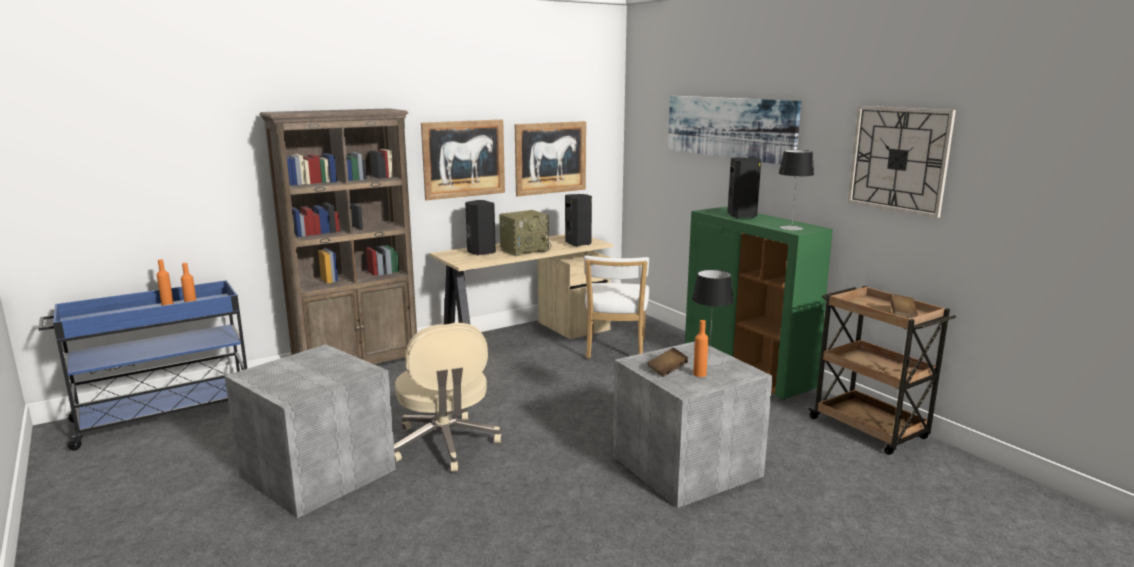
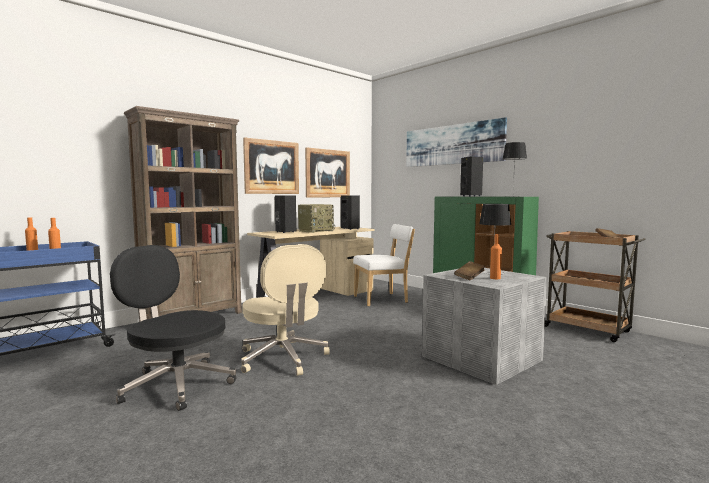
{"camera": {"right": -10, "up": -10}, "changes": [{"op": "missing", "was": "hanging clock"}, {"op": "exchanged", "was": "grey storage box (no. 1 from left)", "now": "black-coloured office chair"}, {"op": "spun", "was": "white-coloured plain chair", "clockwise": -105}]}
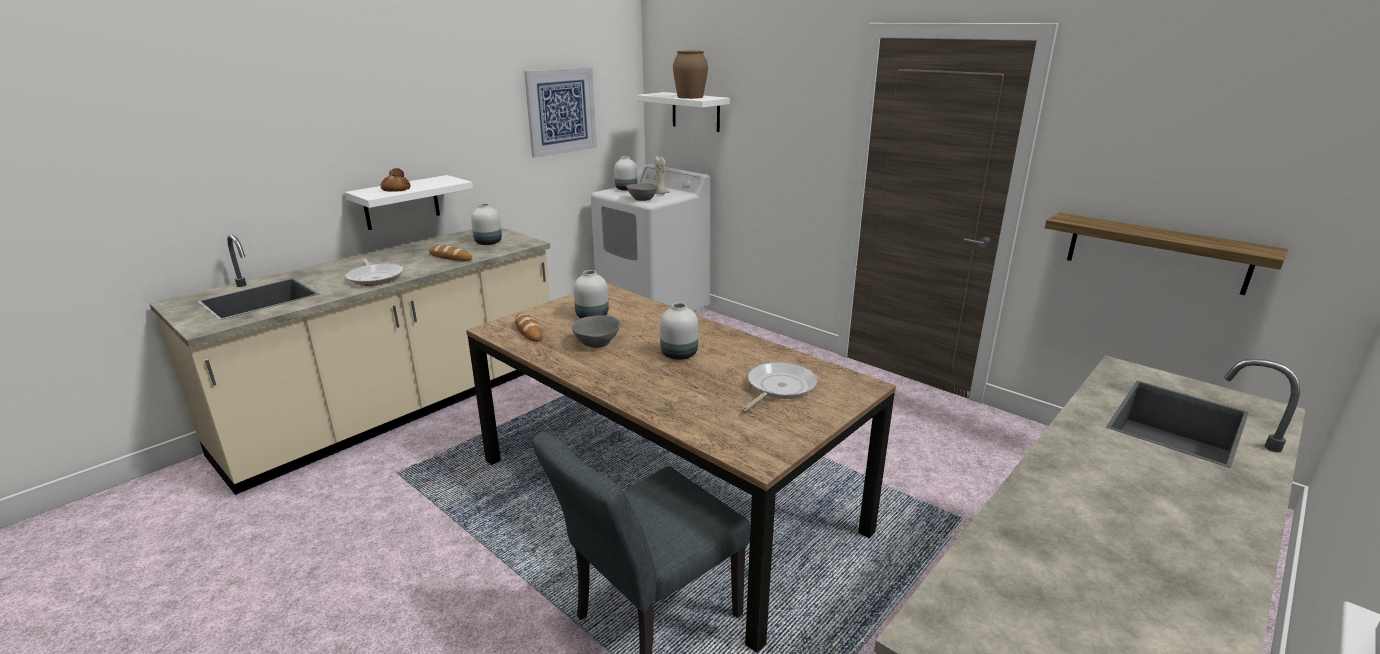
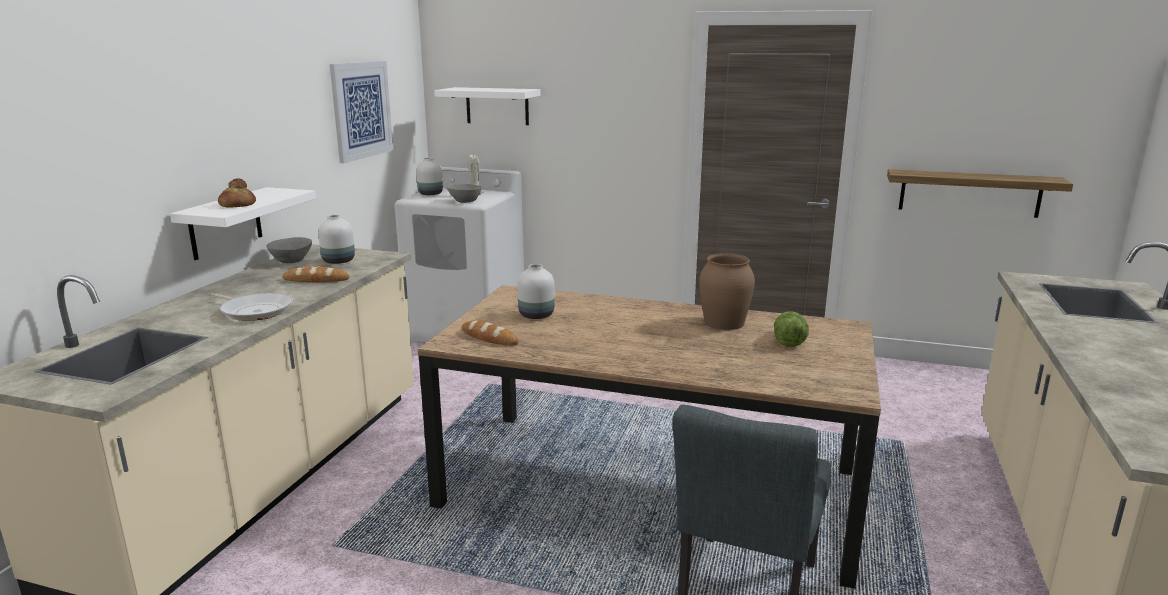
{"camera": {"right": -25, "up": -5}, "changes": [{"op": "missing", "was": "white-coloured vase (no. 4 from left)"}, {"op": "relocated", "was": "grey deep dish (no. 1 from left)"}, {"op": "relocated", "was": "brown vase"}, {"op": "exchanged", "was": "pan (no. 2 from left)", "now": "lettuce"}]}
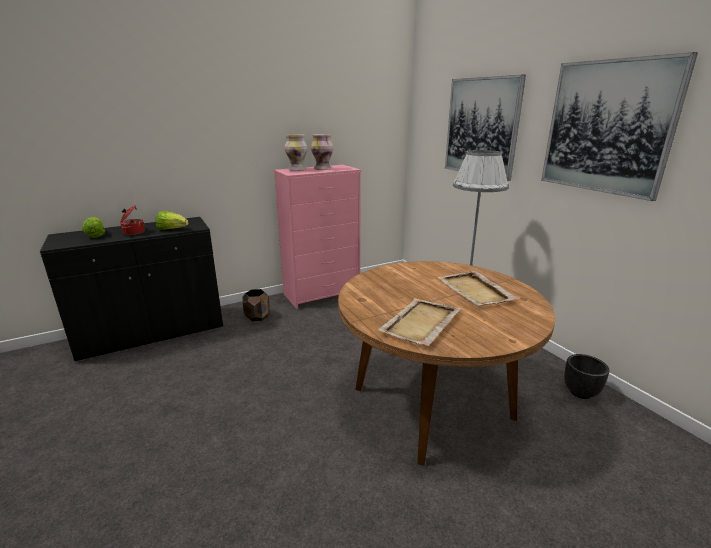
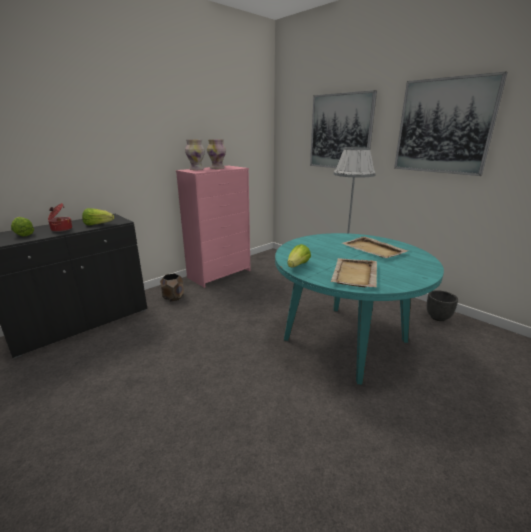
{"camera": {"right": -15, "up": 0}, "changes": [{"op": "appeared", "now": "lettuce (no. 3 from left)"}, {"op": "colour", "was": "brown dinner table", "now": "blue-green dinner table"}]}
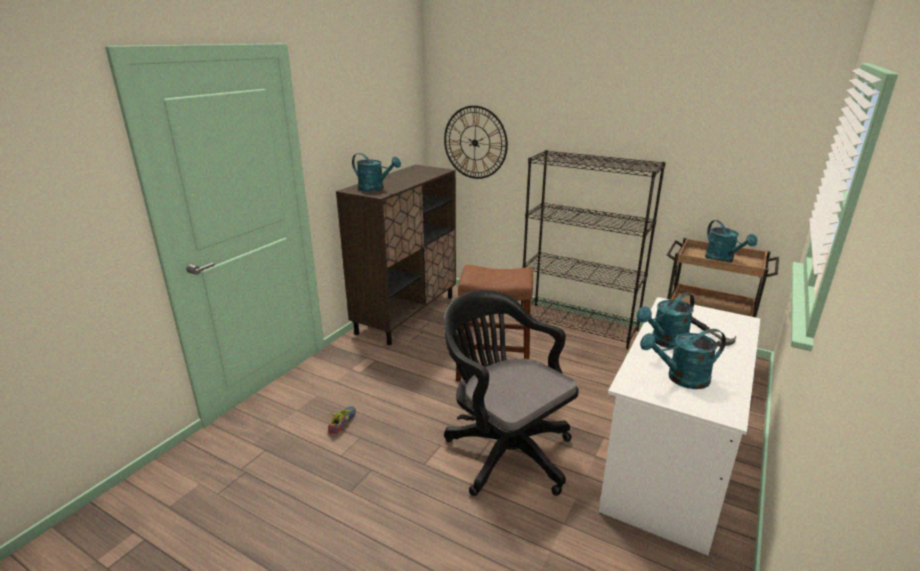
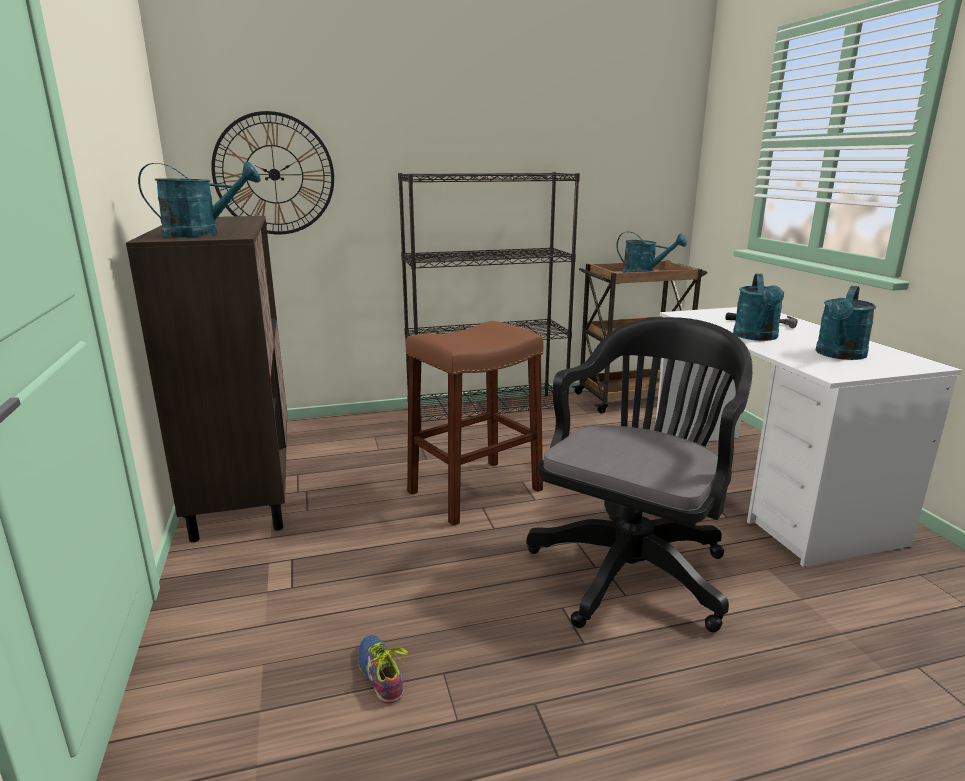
{"camera": {"right": -45, "up": -5}, "changes": [{"op": "spun", "was": "black-coloured office chair", "clockwise": 120}]}
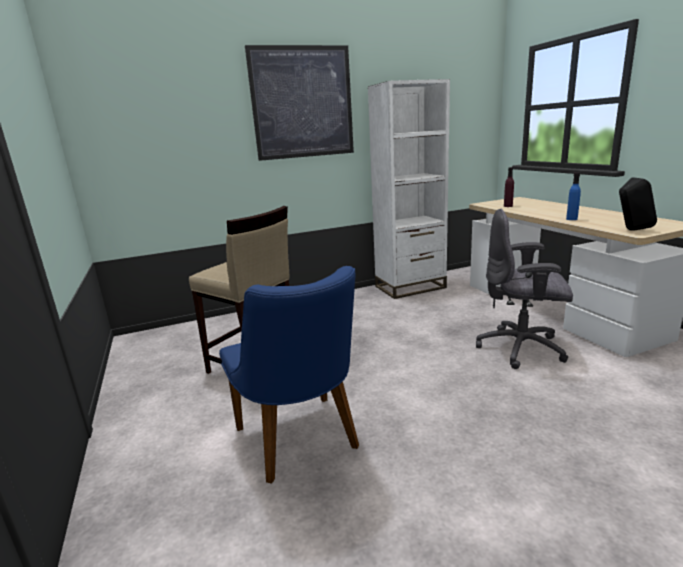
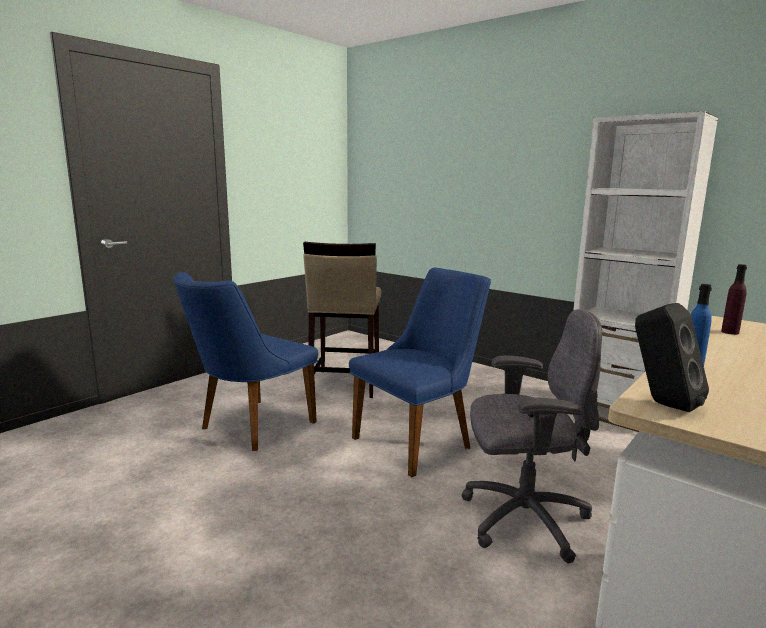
{"camera": {"right": 60, "up": -5}, "changes": [{"op": "missing", "was": "wall art"}, {"op": "appeared", "now": "bluish plain chair (no. 2 from left)"}, {"op": "spun", "was": "grey office chair", "clockwise": 105}]}
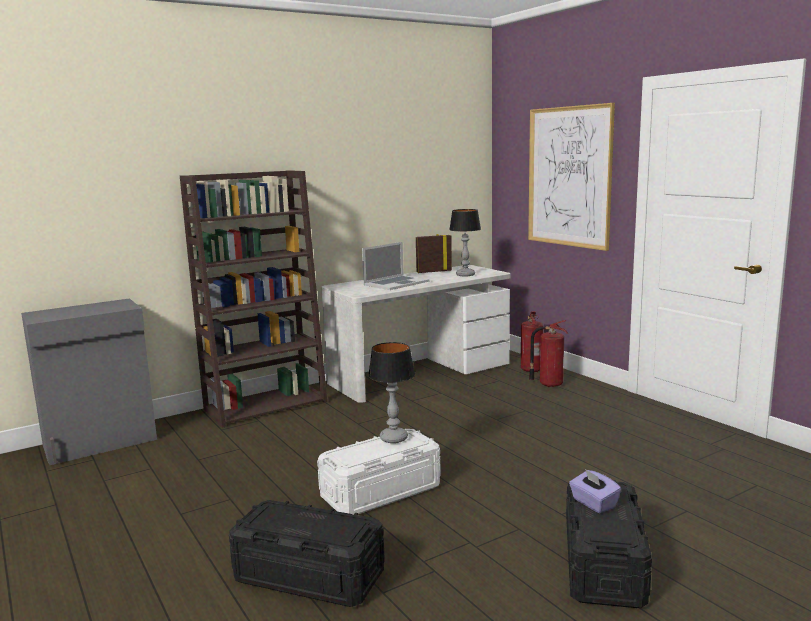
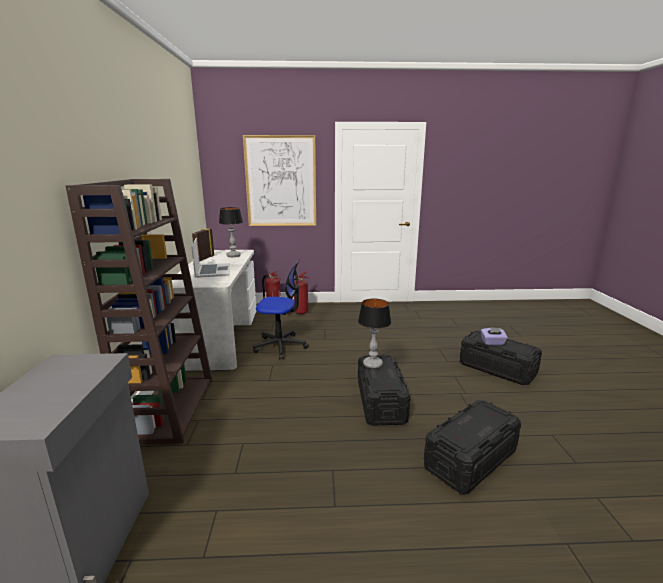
{"camera": {"right": -60, "up": 5}, "changes": [{"op": "appeared", "now": "office chair"}, {"op": "colour", "was": "white-coloured storage box", "now": "black-coloured storage box (no. 1 from left)"}]}
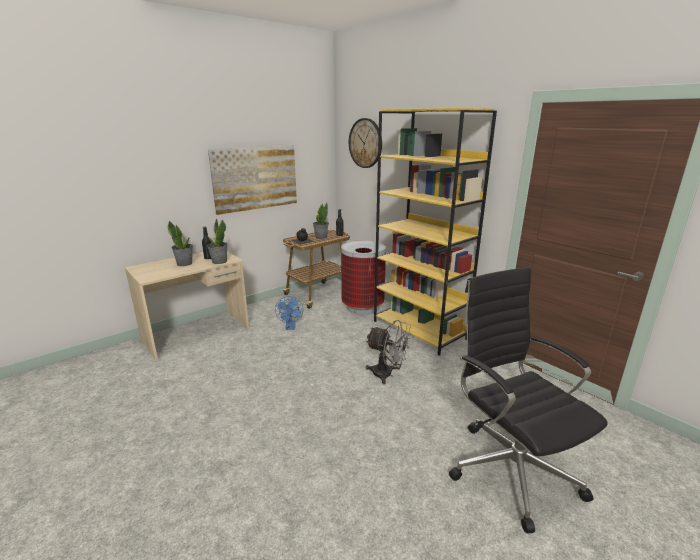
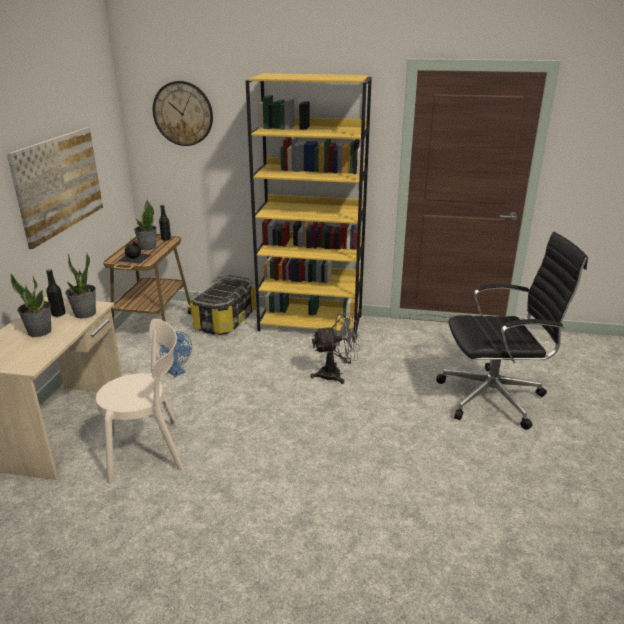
{"camera": {"right": -40, "up": 5}, "changes": [{"op": "appeared", "now": "sand-coloured plain chair"}, {"op": "exchanged", "was": "waste bin", "now": "storage box"}, {"op": "spun", "was": "black-coloured office chair", "clockwise": 150}]}
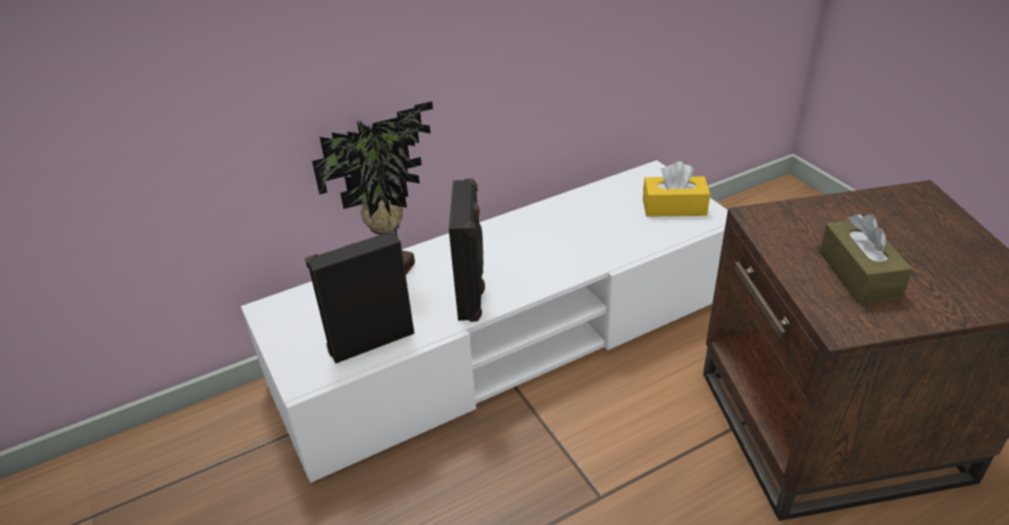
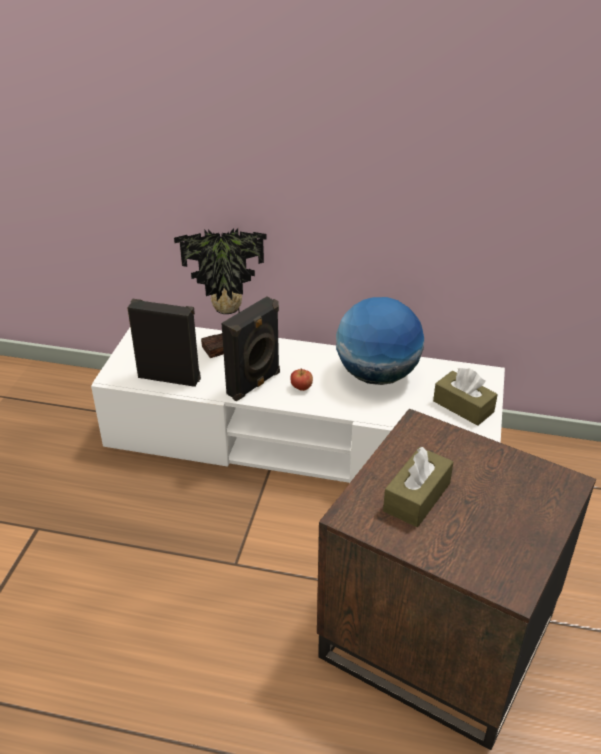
{"camera": {"right": 40, "up": 0}, "changes": [{"op": "appeared", "now": "whole apple"}, {"op": "appeared", "now": "globe"}, {"op": "colour", "was": "yellow-coloured tissue holder", "now": "brown tissue holder (no. 2 from left)"}]}
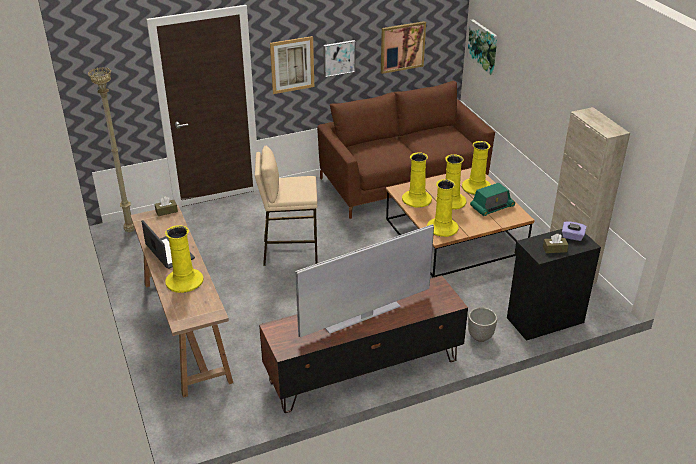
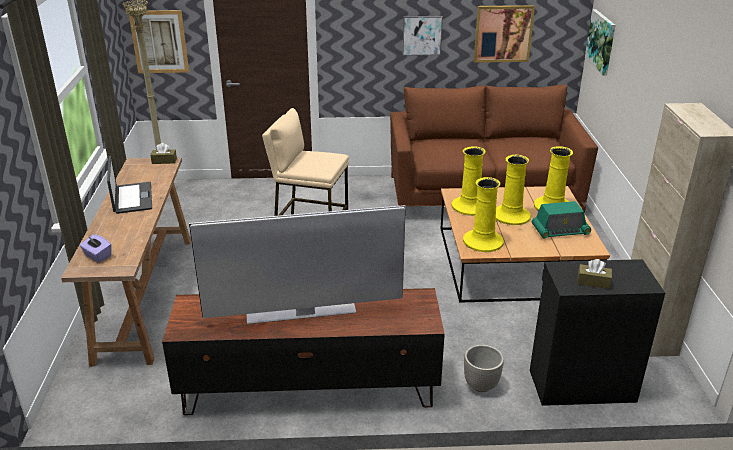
{"camera": {"right": 20, "up": -5}, "changes": [{"op": "missing", "was": "yellow-coloured vase (no. 1 from left)"}, {"op": "relocated", "was": "wall art (no. 1 from left)"}, {"op": "relocated", "was": "purplish tissue holder"}]}
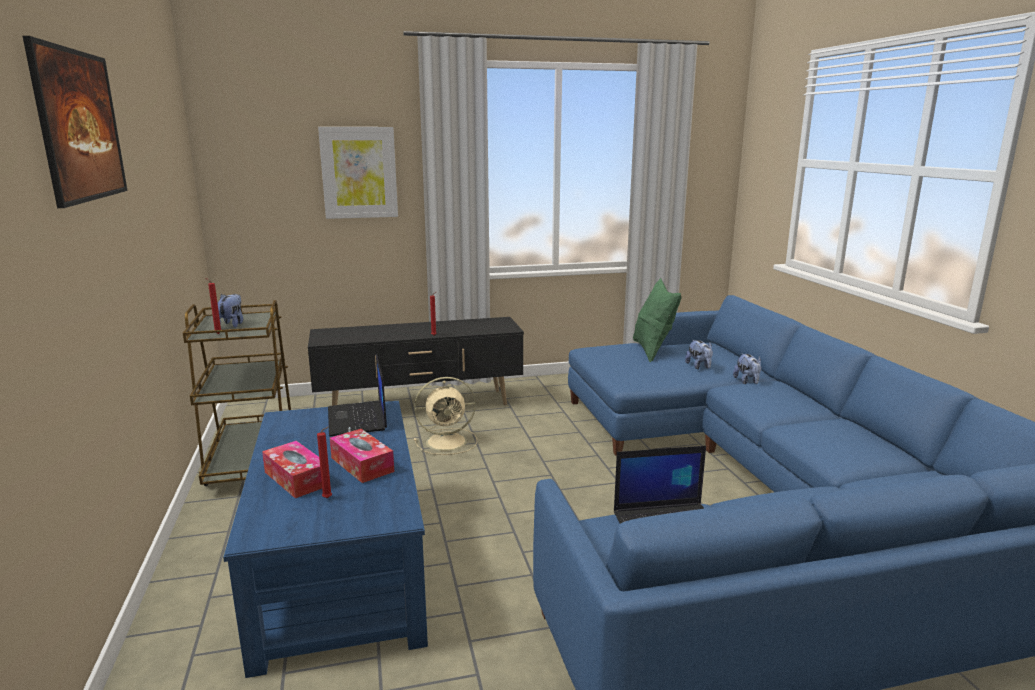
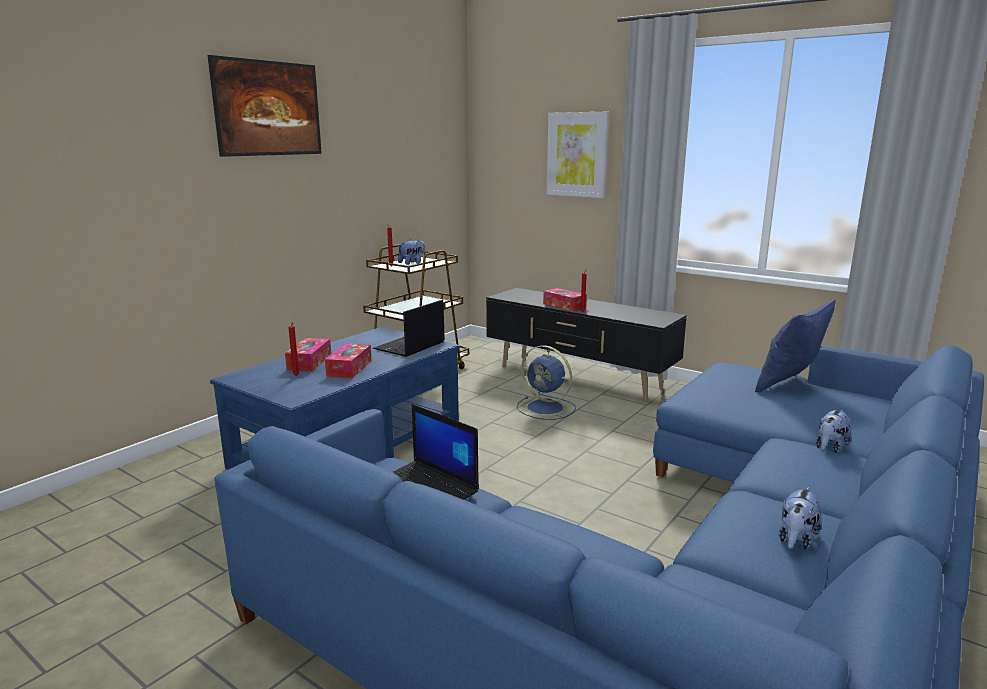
{"camera": {"right": 50, "up": 0}, "changes": [{"op": "appeared", "now": "tissue holder (no. 3 from left)"}, {"op": "relocated", "was": "soft toy (no. 2 from left)"}, {"op": "colour", "was": "sand-coloured cooling fan", "now": "bluish cooling fan"}, {"op": "colour", "was": "greenish throw pillow", "now": "bluish throw pillow"}]}
